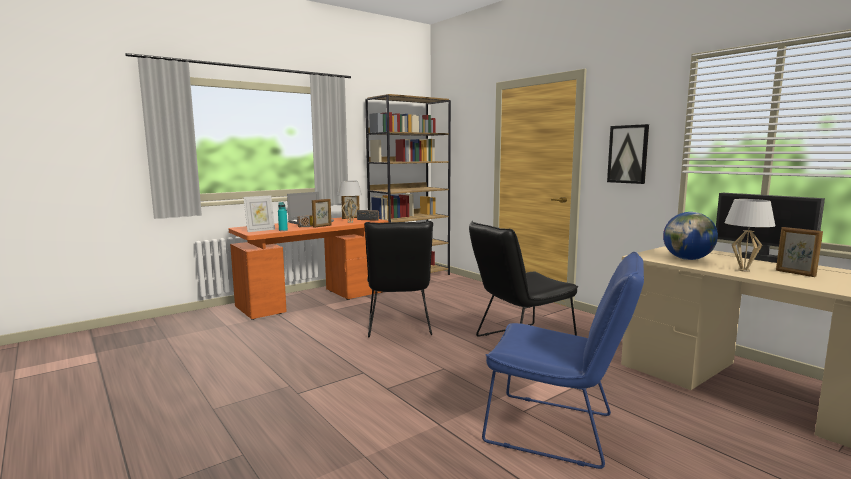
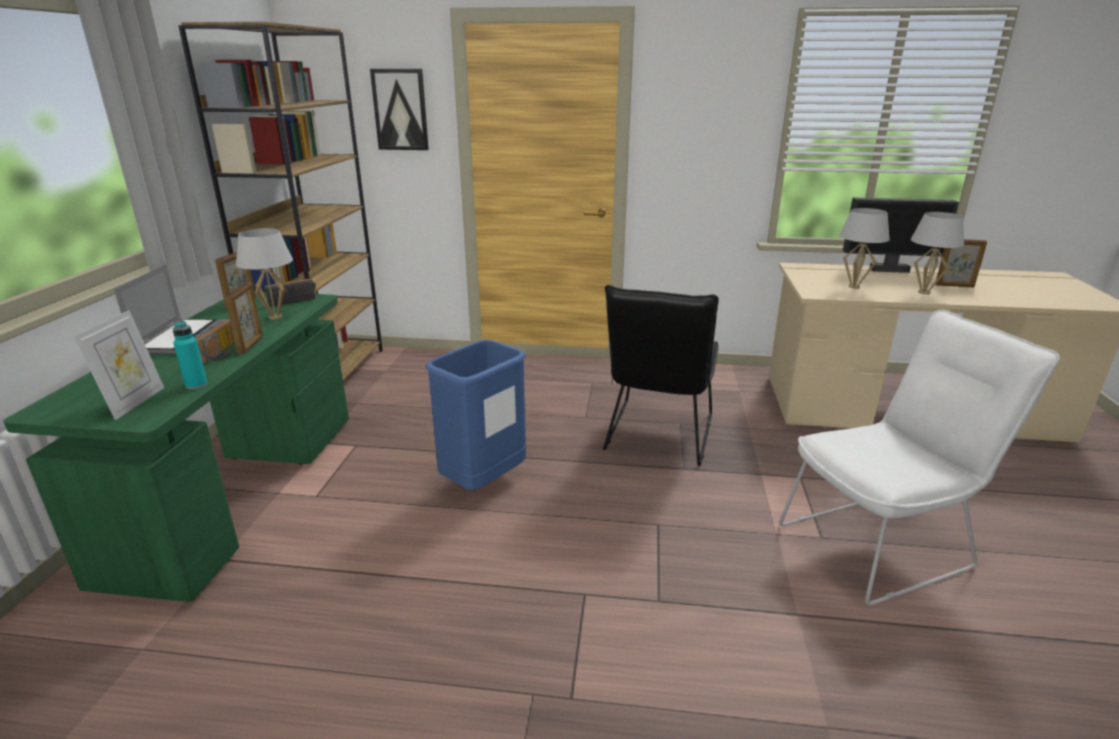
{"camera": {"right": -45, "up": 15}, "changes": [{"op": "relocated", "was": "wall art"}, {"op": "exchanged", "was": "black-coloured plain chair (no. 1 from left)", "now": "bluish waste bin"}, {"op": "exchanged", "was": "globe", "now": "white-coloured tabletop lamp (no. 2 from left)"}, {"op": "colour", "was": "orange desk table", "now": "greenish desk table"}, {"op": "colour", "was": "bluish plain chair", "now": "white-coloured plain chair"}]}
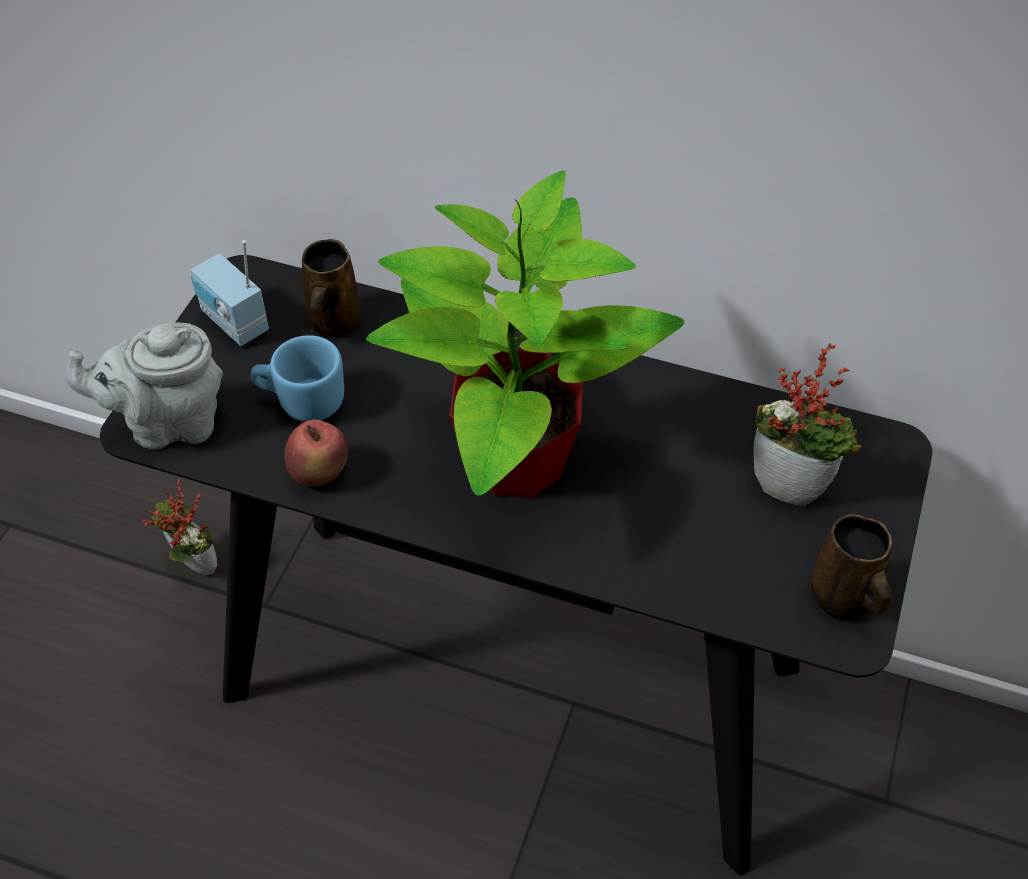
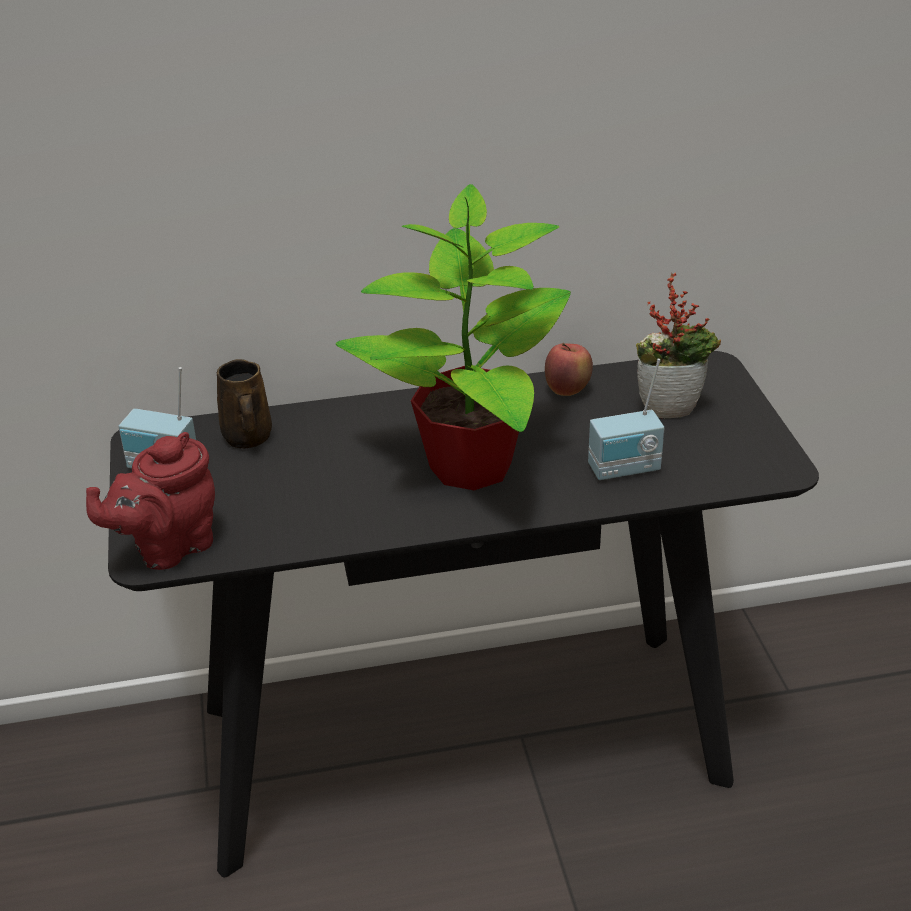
{"camera": {"right": -30, "up": -15}, "changes": [{"op": "missing", "was": "houseplant (no. 1 from left)"}, {"op": "missing", "was": "bluish mug"}, {"op": "missing", "was": "brown mug (no. 2 from left)"}, {"op": "appeared", "now": "radio set (no. 2 from left)"}, {"op": "relocated", "was": "whole apple"}, {"op": "colour", "was": "grey pot for tea", "now": "red pot for tea"}]}
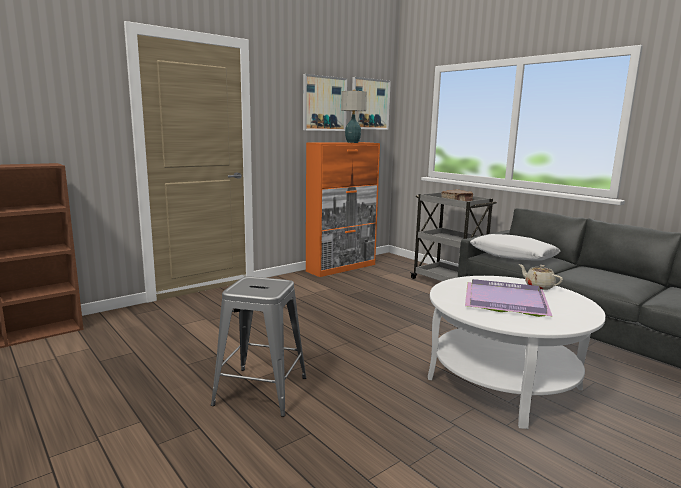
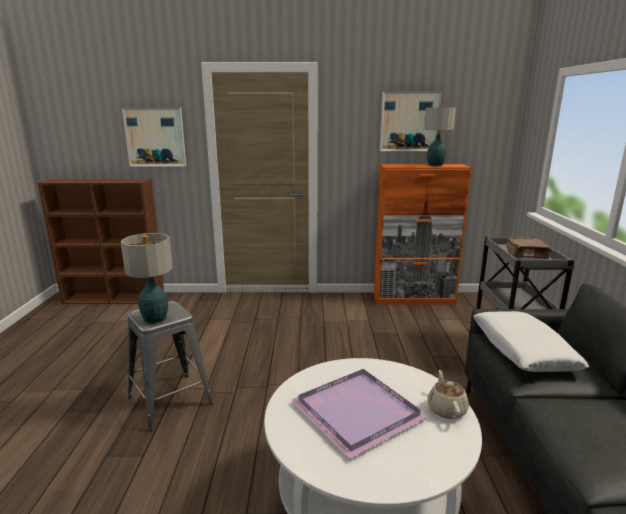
{"camera": {"right": 40, "up": 5}, "changes": [{"op": "appeared", "now": "tabletop lamp (no. 1 from left)"}, {"op": "relocated", "was": "wall art (no. 2 from left in the first image)", "now": "wall art (no. 1 from left)"}]}
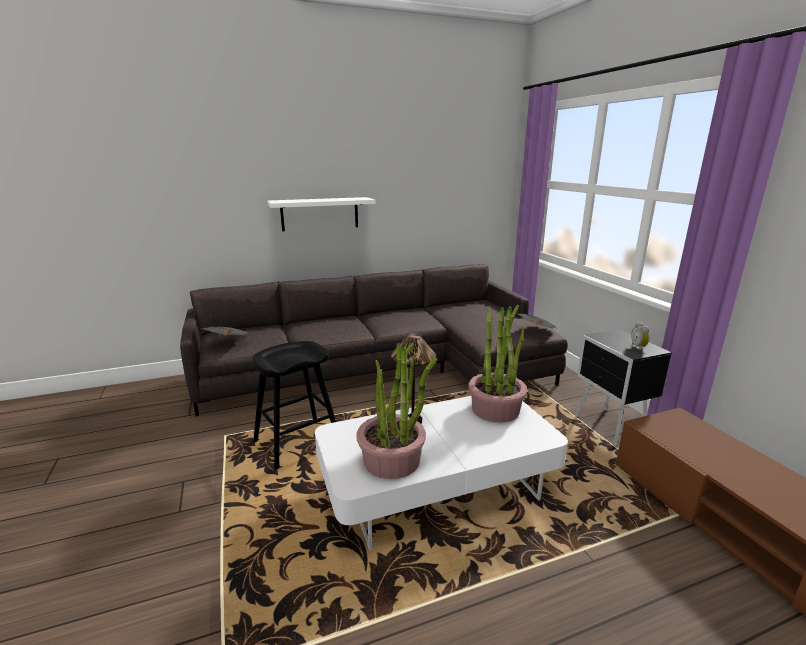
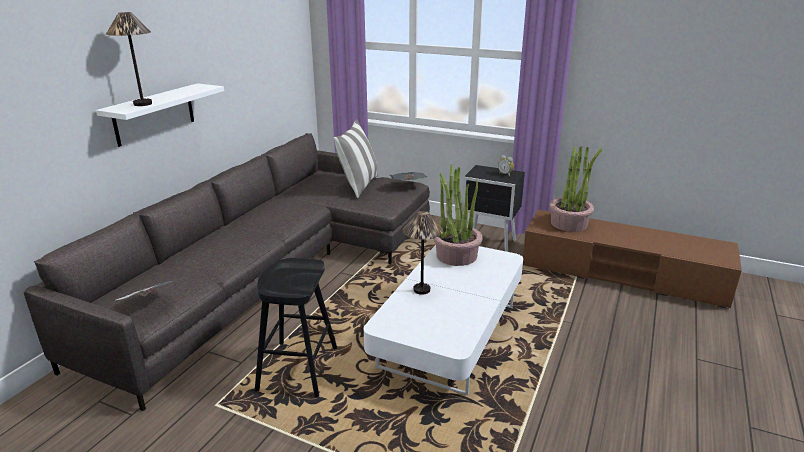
{"camera": {"right": -45, "up": 5}, "changes": [{"op": "appeared", "now": "tabletop lamp (no. 1 from left)"}, {"op": "appeared", "now": "throw pillow"}, {"op": "relocated", "was": "houseplant (no. 1 from left in the first image)", "now": "houseplant (no. 2 from left)"}]}
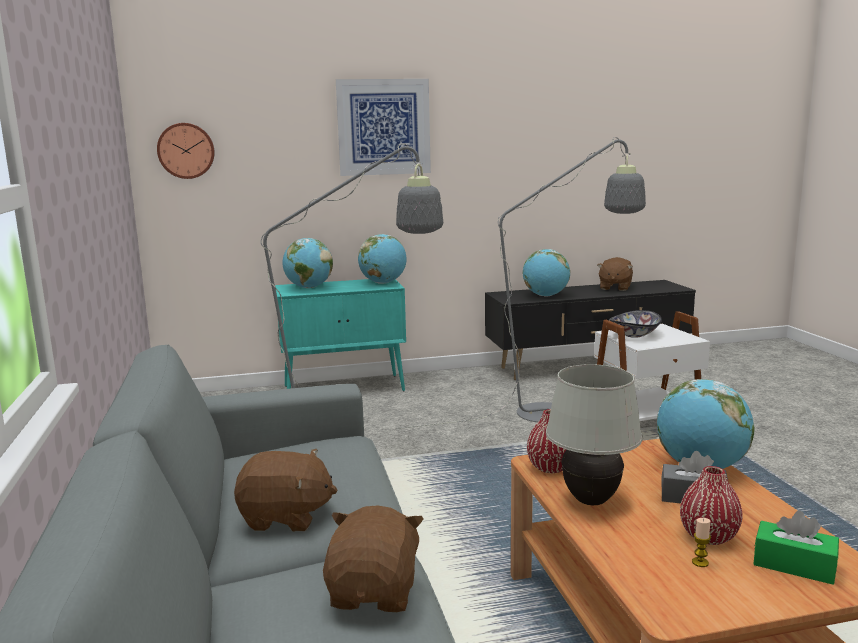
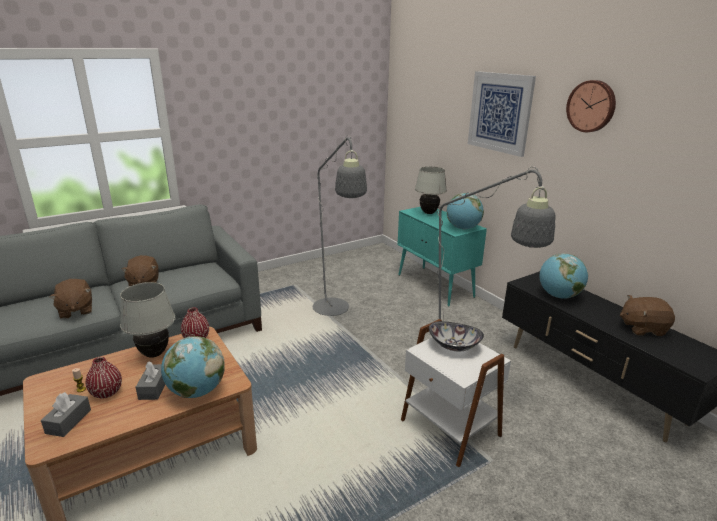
{"camera": {"right": 70, "up": 10}, "changes": [{"op": "relocated", "was": "hanging clock"}, {"op": "exchanged", "was": "globe (no. 1 from left)", "now": "white-coloured tabletop lamp (no. 2 from left)"}, {"op": "colour", "was": "greenish tissue holder", "now": "grey tissue holder (no. 1 from left)"}, {"op": "spun", "was": "brown soft toy (no. 2 from left in the first image)", "clockwise": 75}]}
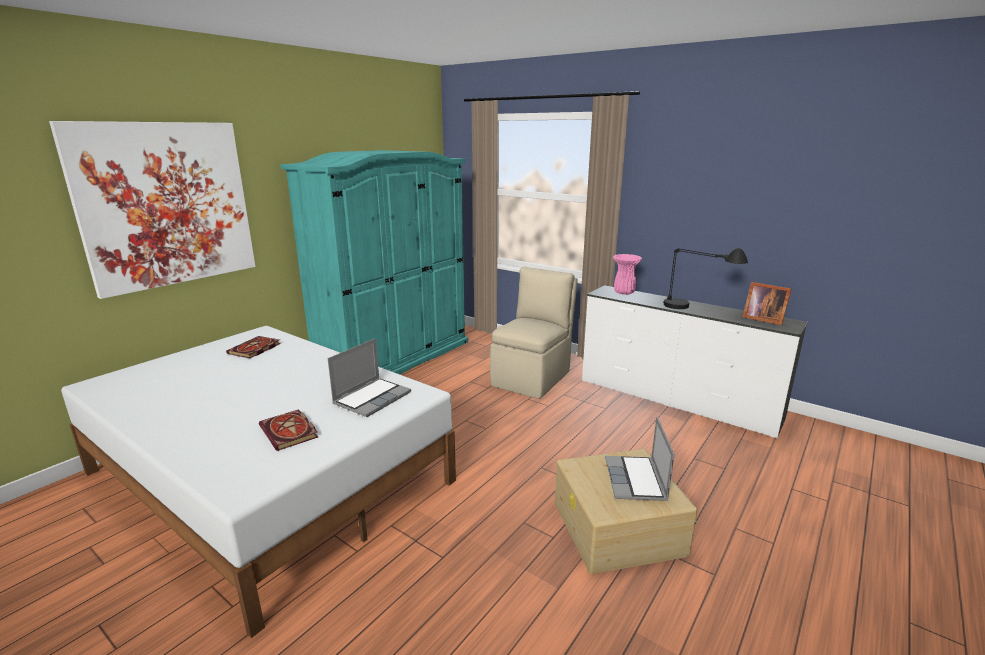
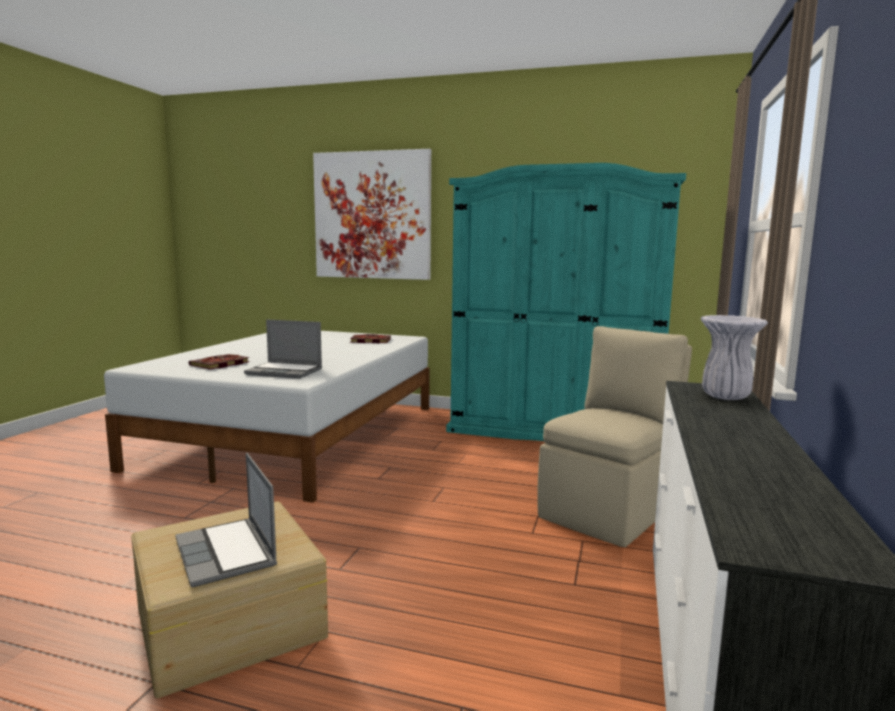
{"camera": {"right": 70, "up": -10}, "changes": [{"op": "missing", "was": "black-coloured tabletop lamp"}, {"op": "missing", "was": "standing frame"}, {"op": "colour", "was": "pinkish vase", "now": "white-coloured vase"}, {"op": "spun", "was": "sand-coloured plain chair", "clockwise": -60}, {"op": "spun", "was": "laptop (no. 2 from left in the first image)", "clockwise": -105}]}
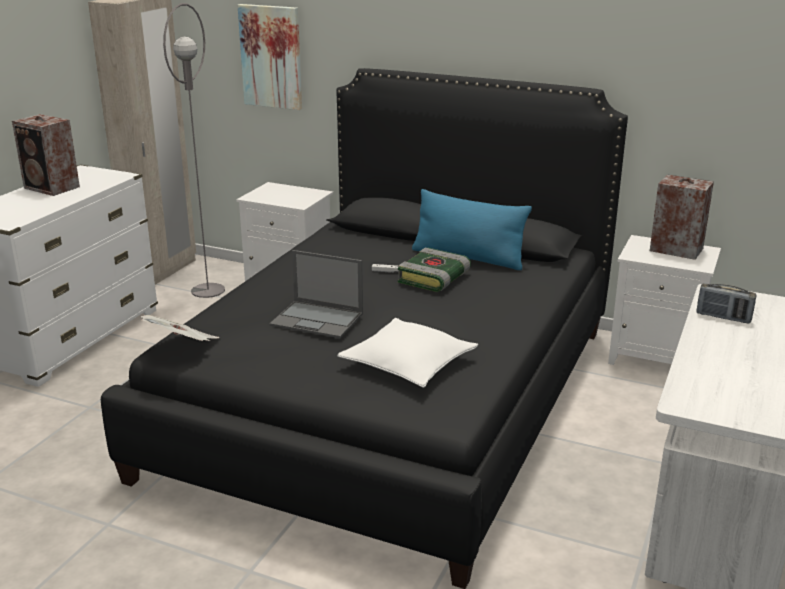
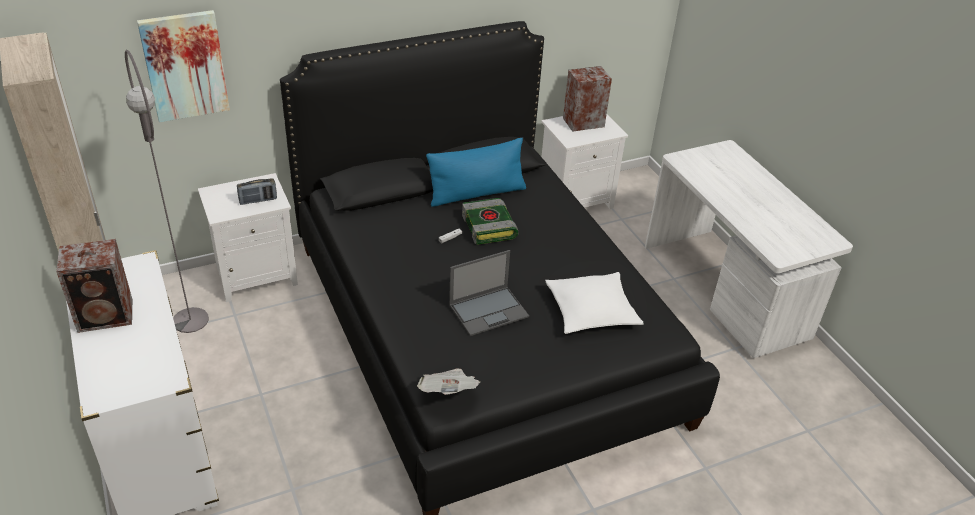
{"camera": {"right": -50, "up": 15}, "changes": [{"op": "relocated", "was": "radio set"}]}
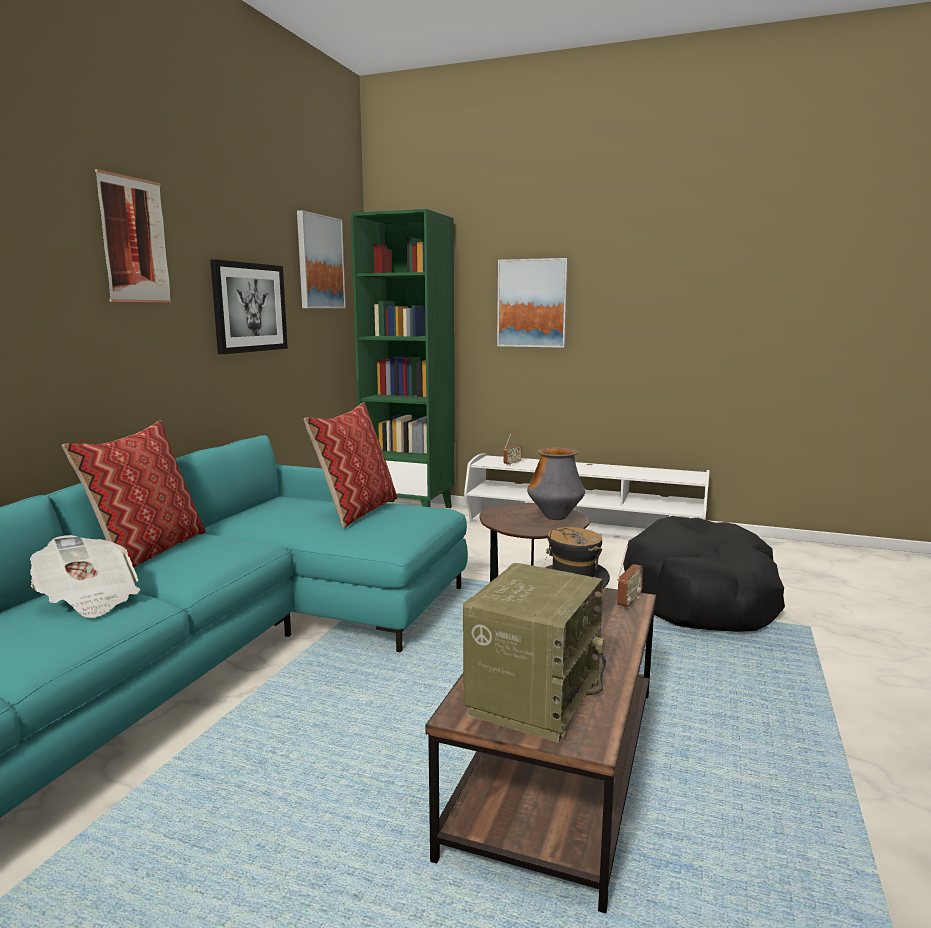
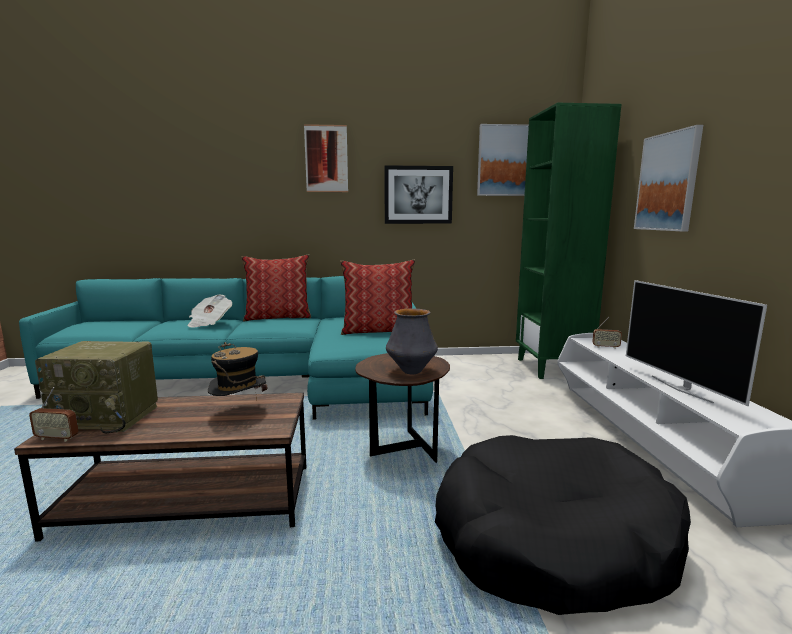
{"camera": {"right": 65, "up": 0}, "changes": [{"op": "appeared", "now": "TV"}, {"op": "relocated", "was": "radio set (no. 3 from left in the first image)", "now": "radio set (no. 1 from left)"}]}
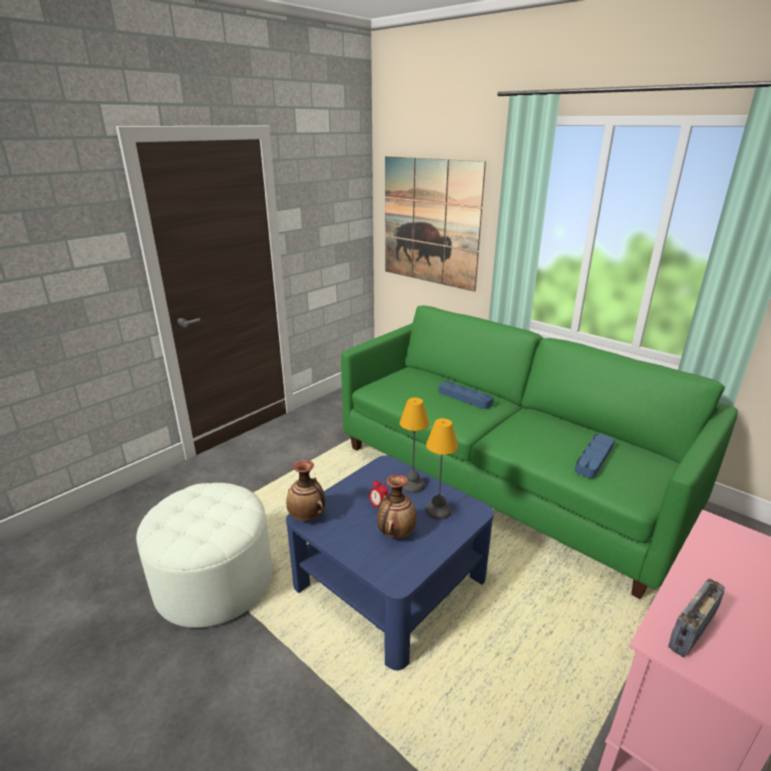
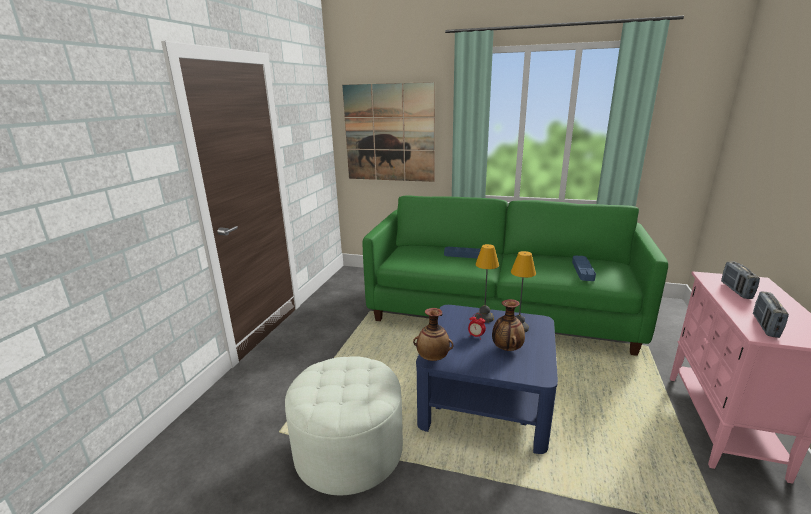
{"camera": {"right": -25, "up": -5}, "changes": [{"op": "appeared", "now": "radio set (no. 1 from left)"}]}
